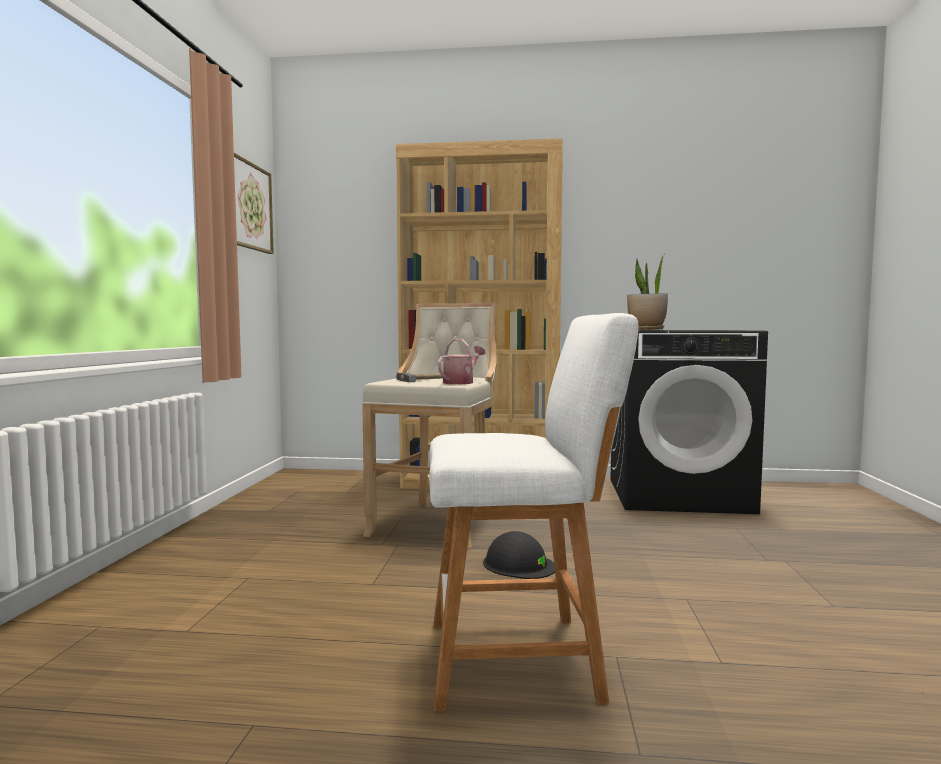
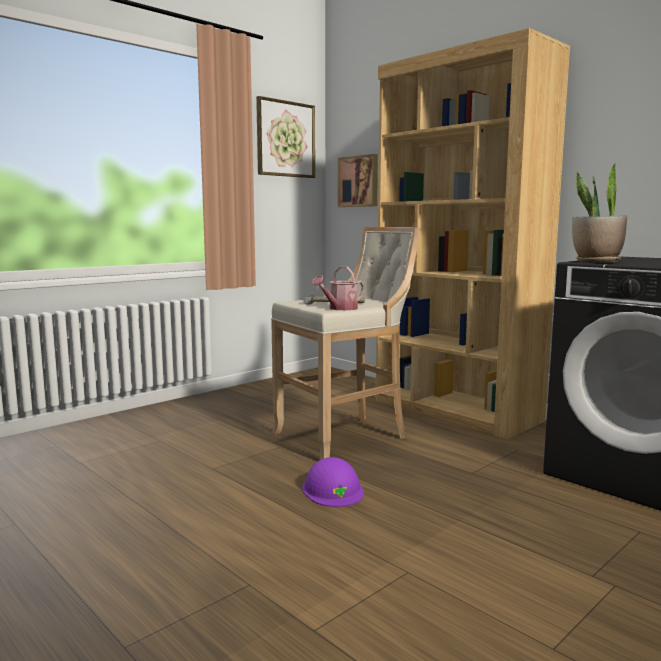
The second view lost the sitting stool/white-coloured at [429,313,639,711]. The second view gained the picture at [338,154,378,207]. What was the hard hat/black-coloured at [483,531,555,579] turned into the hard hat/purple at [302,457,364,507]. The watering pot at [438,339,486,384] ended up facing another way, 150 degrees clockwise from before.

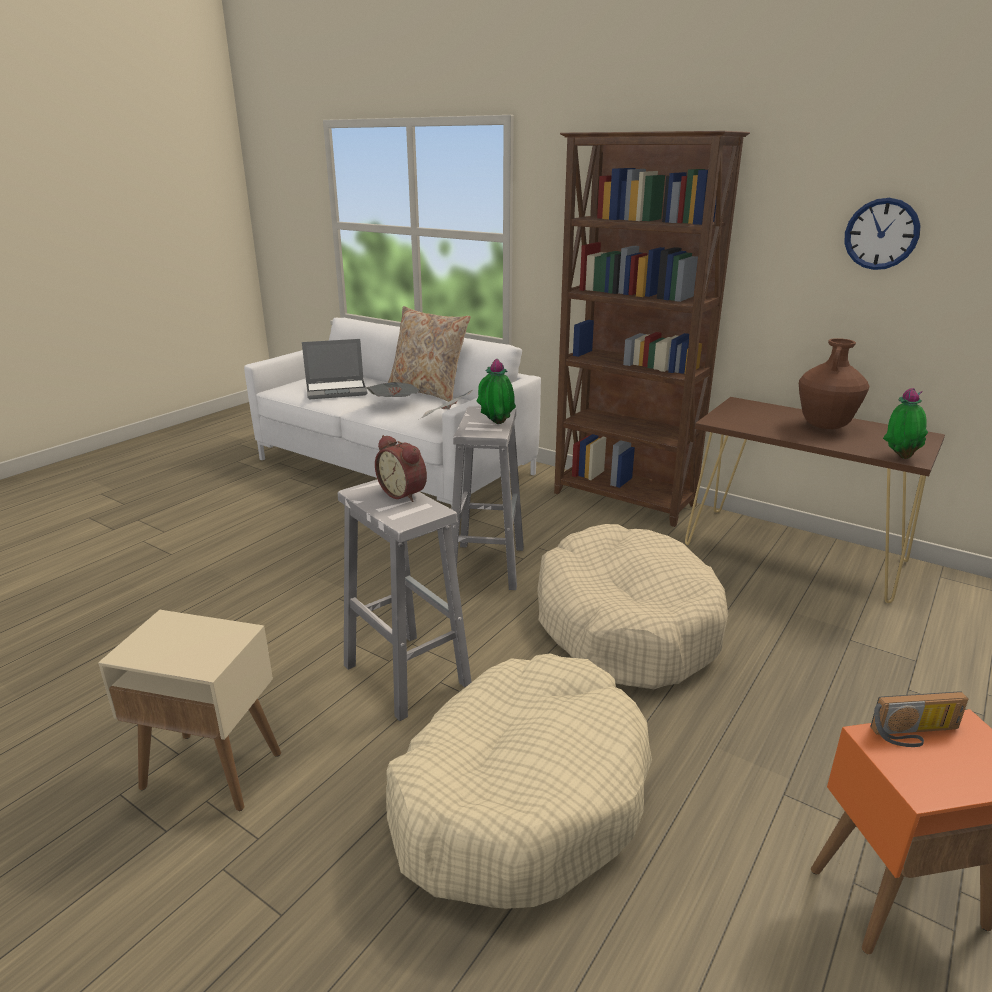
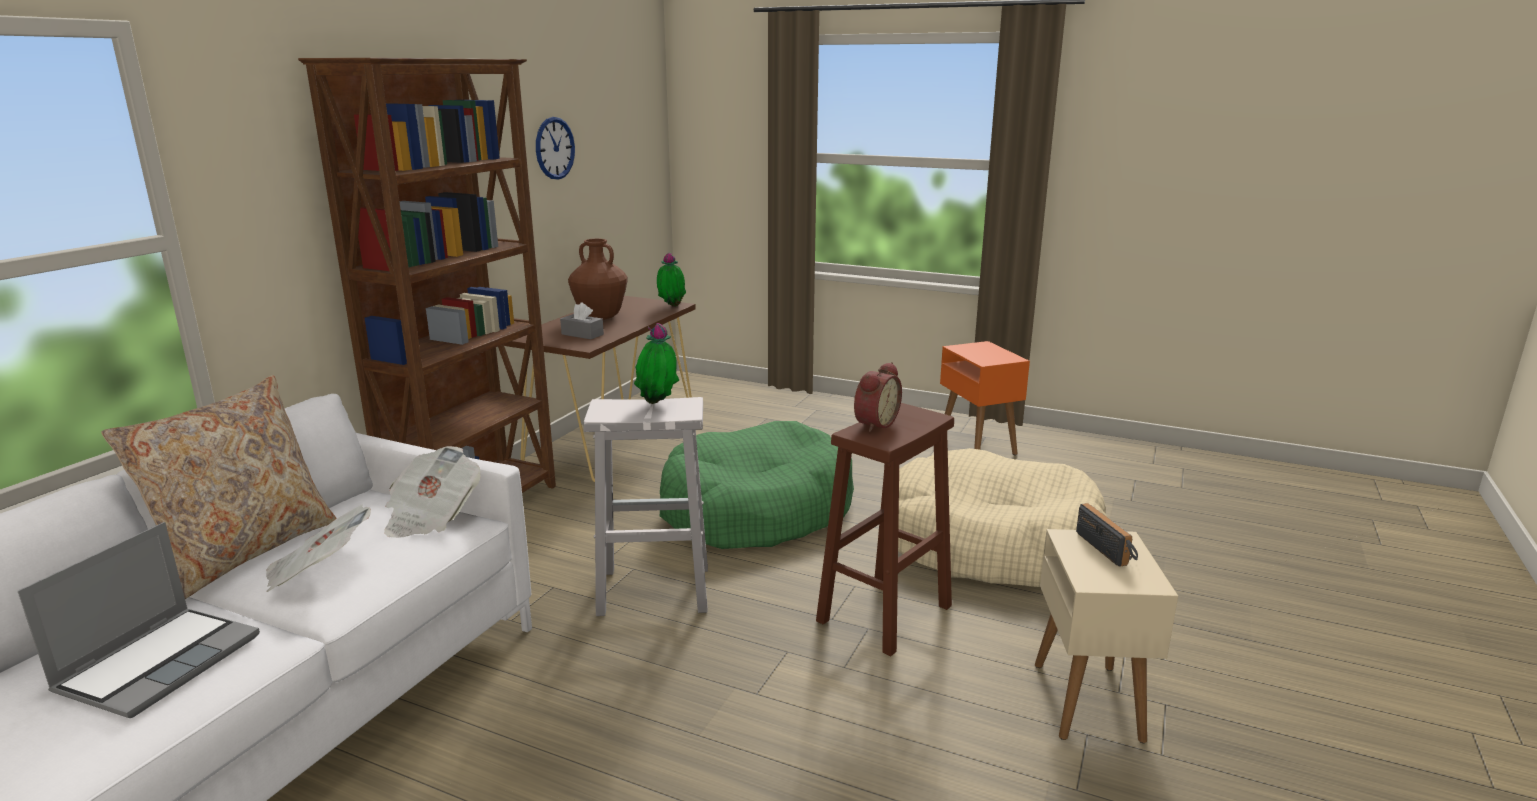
The second view gained the tissue holder/grey at [560,302,604,339]. The radio receiver ended up elsewhere, having gone from [870,691,968,747] to [1076,503,1138,567]. What was the sitting stool/white-coloured at [338,479,471,721] turned into the sitting stool/brown at [816,403,954,656]. What was the pet bed/sand-coloured at [537,524,728,689] turned into the pet bed/green-coloured at [660,421,854,549]. The notebook computer at [302,339,367,399] ended up facing another way, 45 degrees clockwise from before.

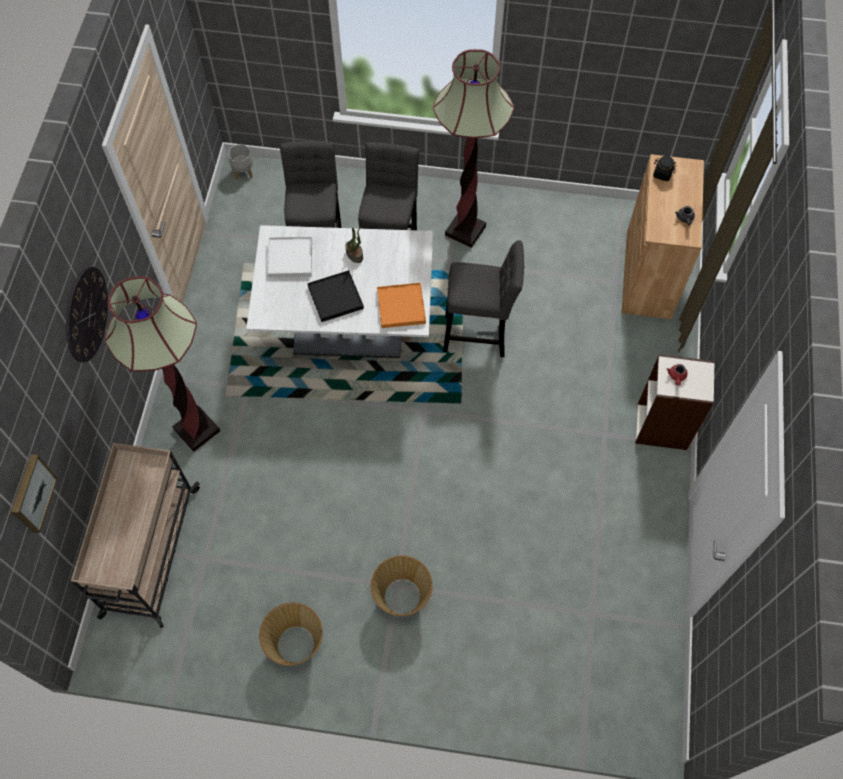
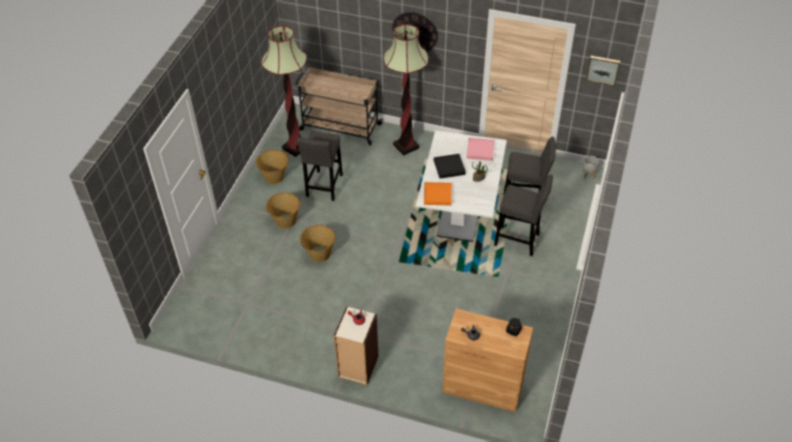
The second view gained the storage basket at [300,225,335,262]. The picture ended up elsewhere, having gone from [11,454,57,533] to [586,56,620,86]. The standard lamp ended up elsewhere, having gone from [433,49,514,248] to [261,25,307,157]. The sitting stool/grey ended up elsewhere, having gone from [443,240,524,357] to [297,131,343,201]. What was the serving tray/white-coloured at [267,237,312,277] turned into the serving tray/pinkish at [466,138,494,161].

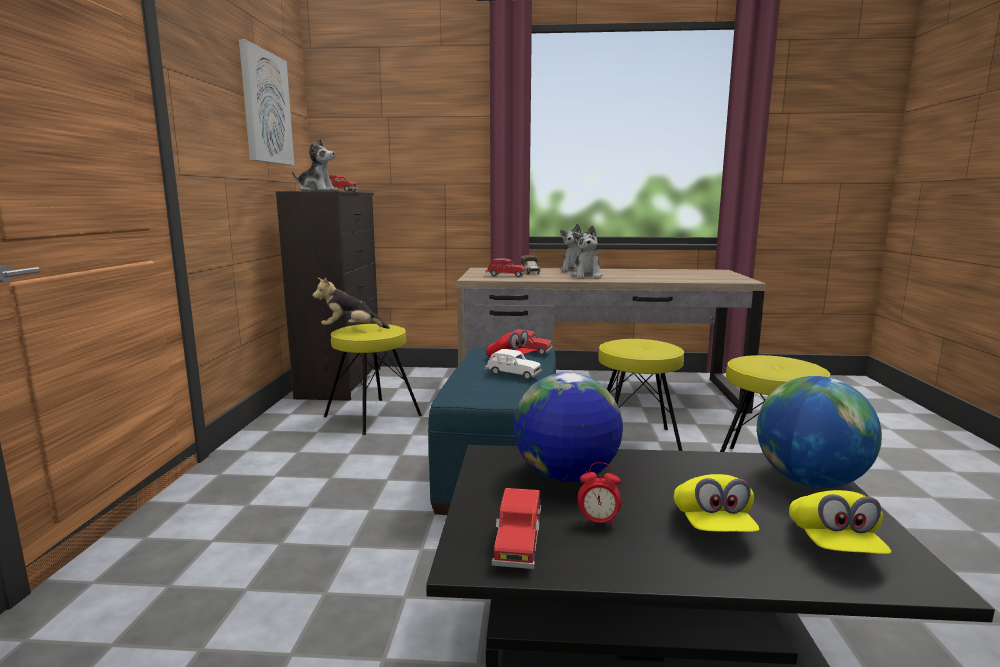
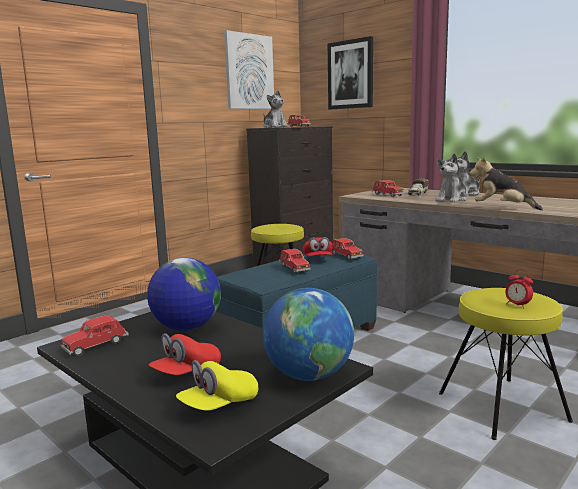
The second view lost the sitting stool/yellow-coloured at [598,339,684,451]. The second view gained the picture at [328,36,373,109]. The cuddly toy ended up elsewhere, having gone from [313,278,390,329] to [469,156,543,210]. The alarm clock ended up elsewhere, having gone from [578,462,621,529] to [505,269,533,309]. What was the toy car/white-coloured at [484,349,542,380] turned into the toy car/red-coloured at [279,249,311,273]. What was the peaked cap/yellow-coloured at [674,474,759,532] turned into the peaked cap/red-coloured at [149,333,221,375].

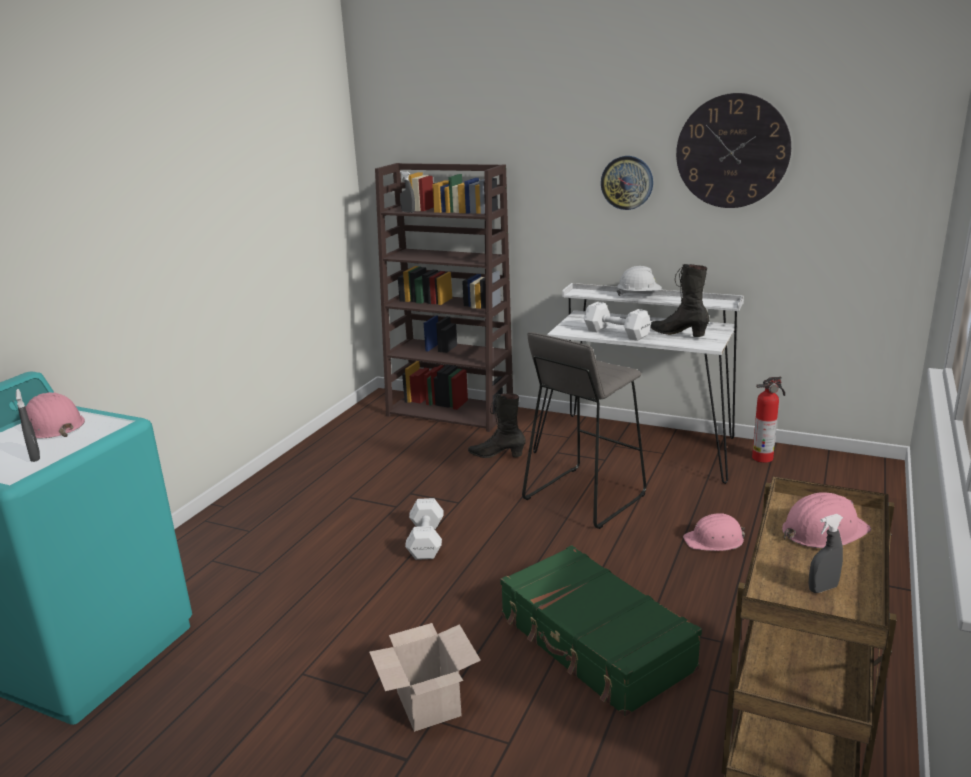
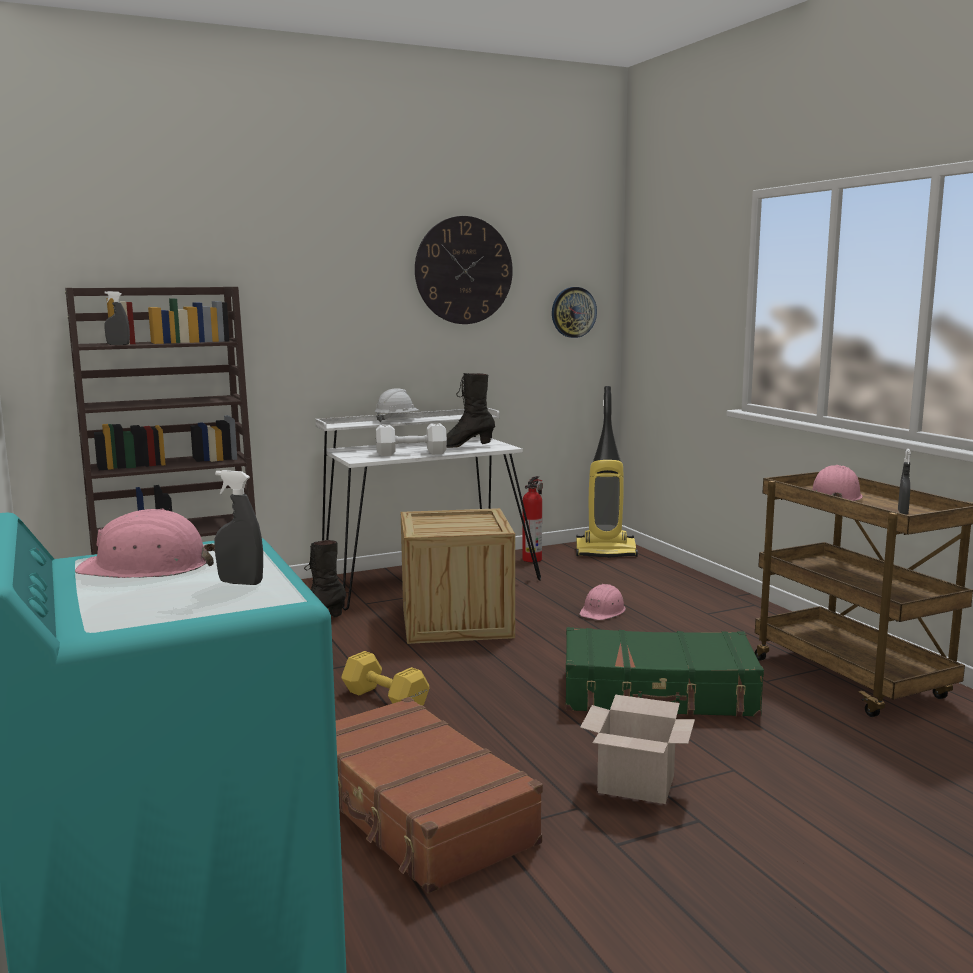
The second view gained the suitcase/brown at [336,697,543,893]. The second view gained the hoover at [576,386,638,558]. The clock on the wall ended up elsewhere, having gone from [601,156,653,210] to [552,287,597,338]. Where the sitting stool/grey stood at [522,332,646,529], the shipping crate came to stand at [401,508,515,644]. What was the hand weight/white-coloured at [405,498,444,560] turned into the hand weight/yellow-coloured at [341,651,429,705].

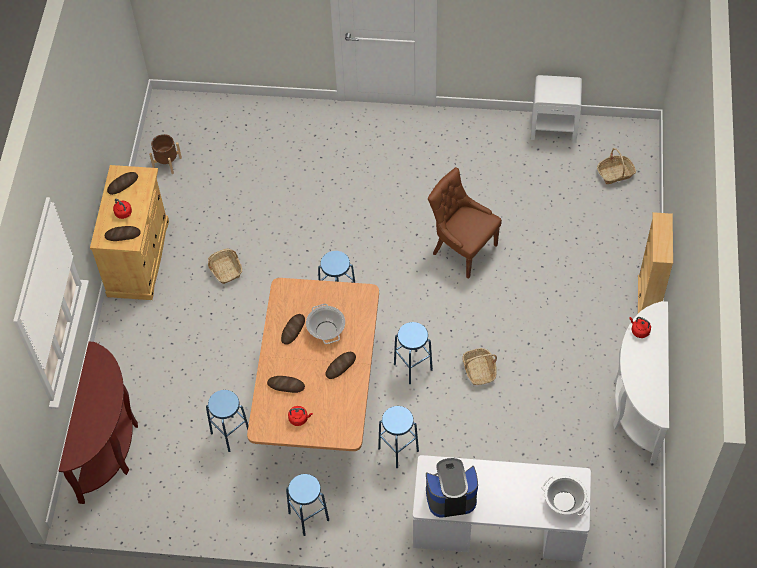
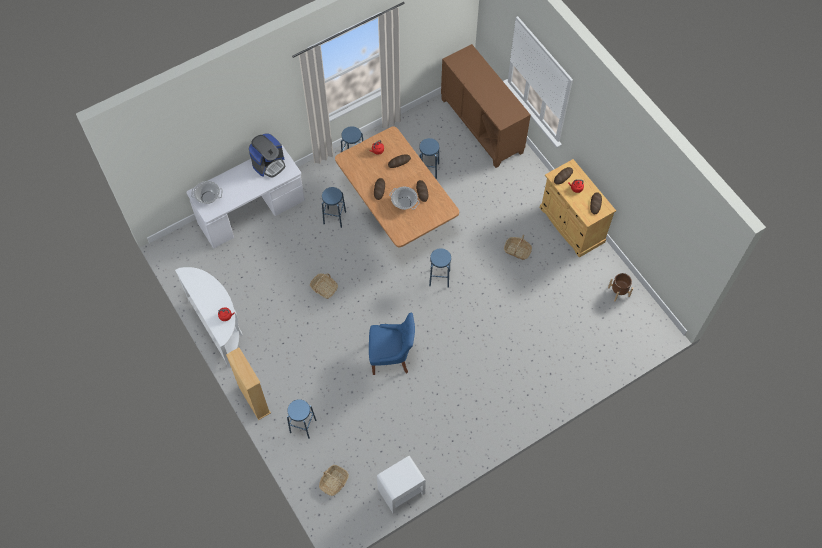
The sitting stool/bluish ended up elsewhere, having gone from [394,322,433,384] to [287,399,317,439]. Where the narrow table/brown stood at [59,342,138,504], the cupboard/brown came to stand at [441,44,531,168]. What was the plain chair/brown at [428,167,502,279] turned into the plain chair/bluish at [369,313,415,375].

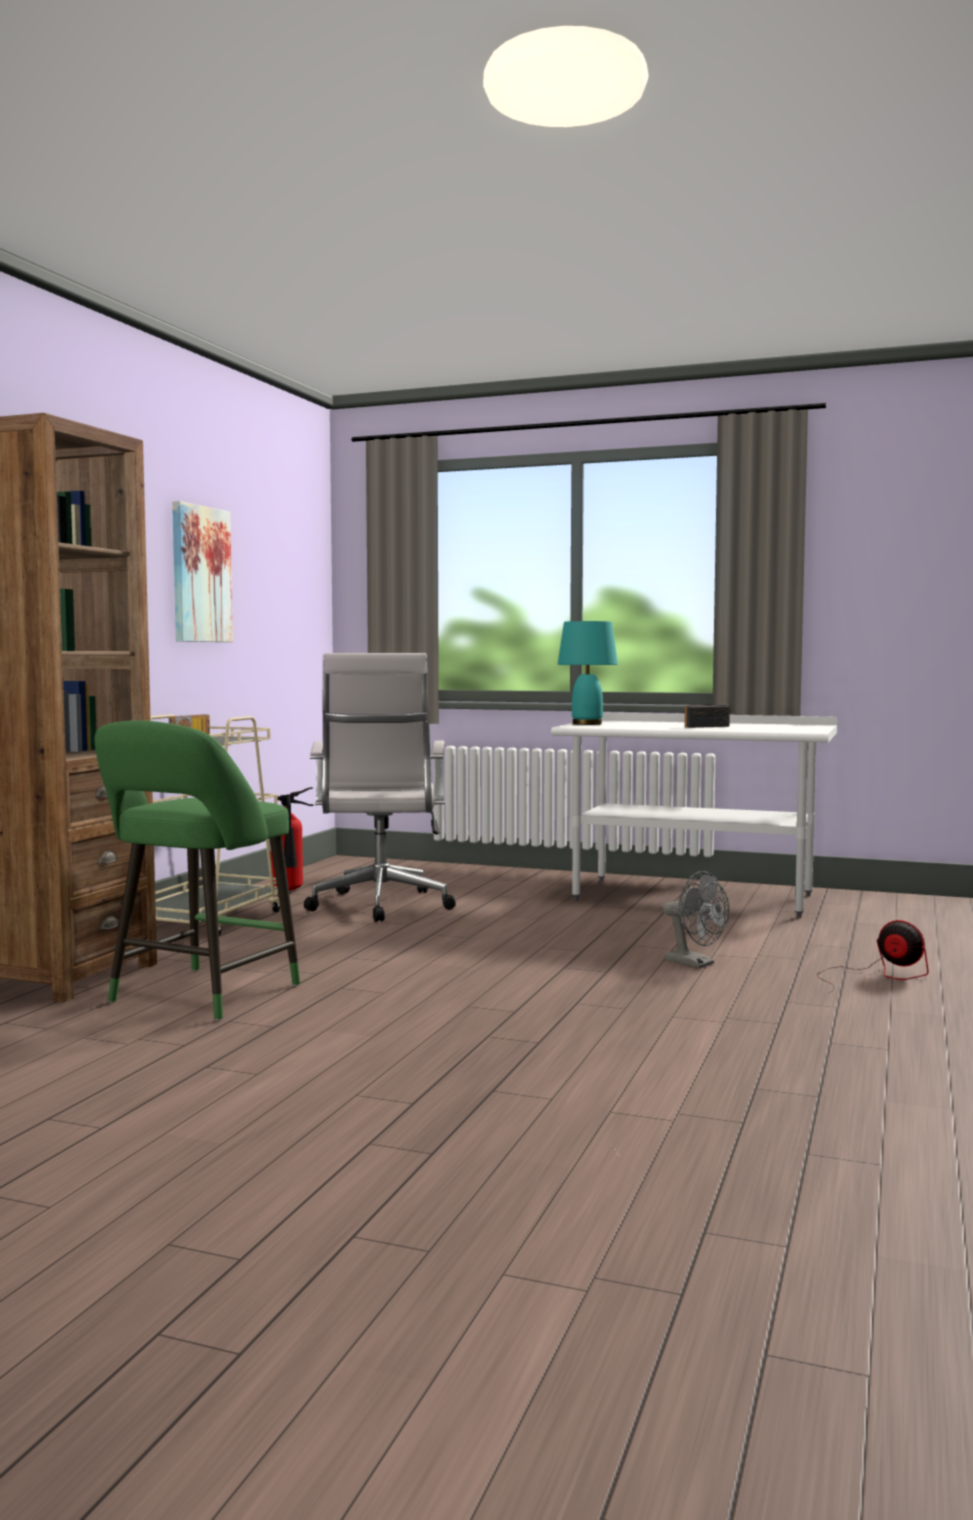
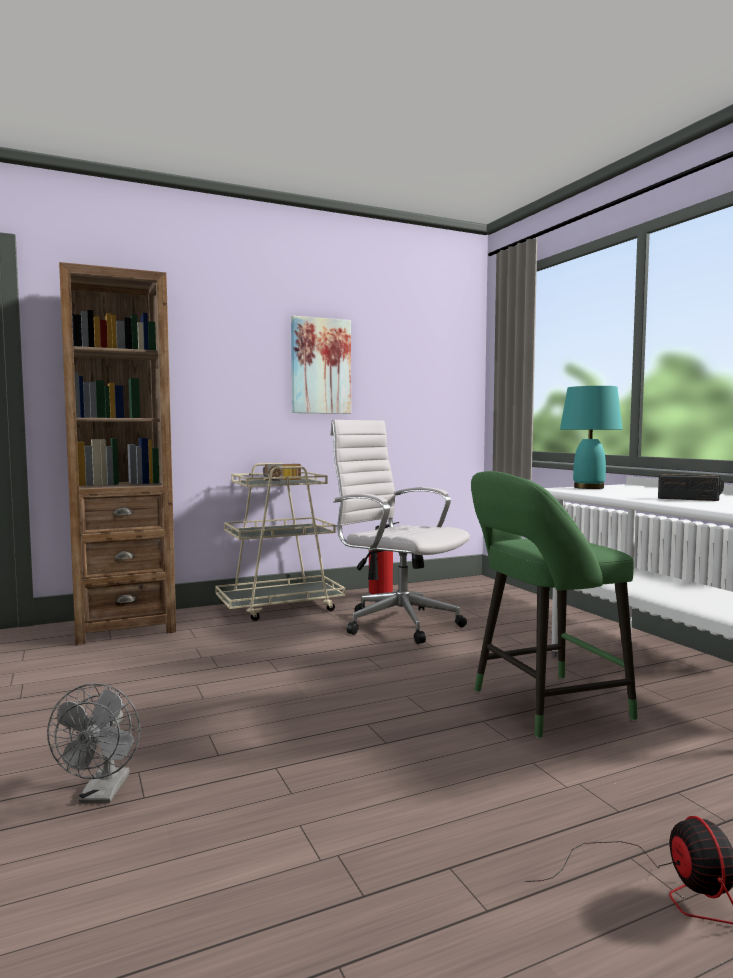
The sitting stool/green-coloured ended up elsewhere, having gone from [95,720,300,1021] to [471,471,638,738]. The electric fan/grey ended up elsewhere, having gone from [663,871,729,968] to [47,683,141,803]. The computer chair/white-coloured at [304,653,456,922] ended up facing another way, 90 degrees clockwise from before.

